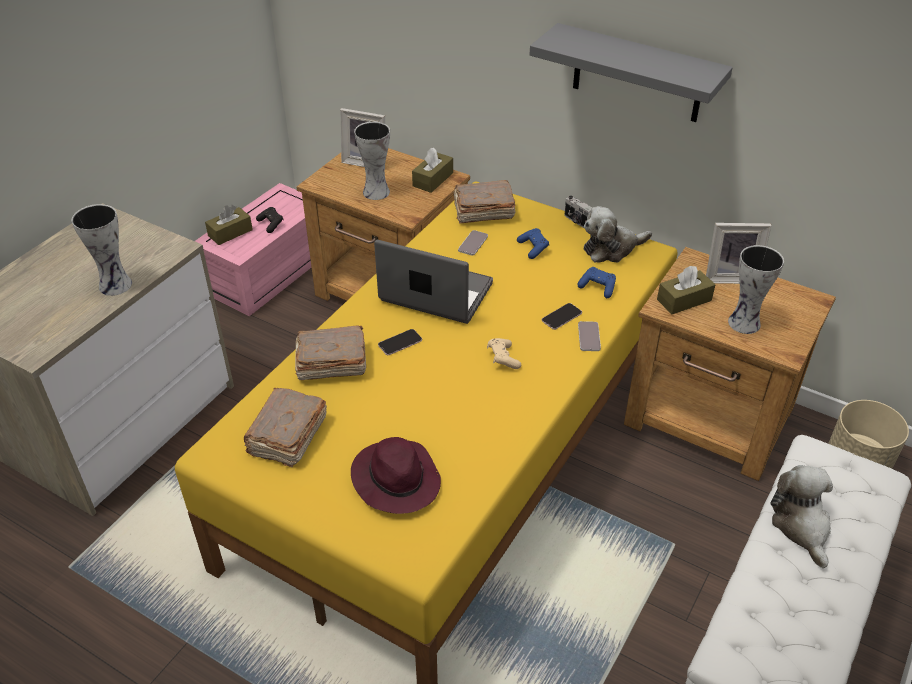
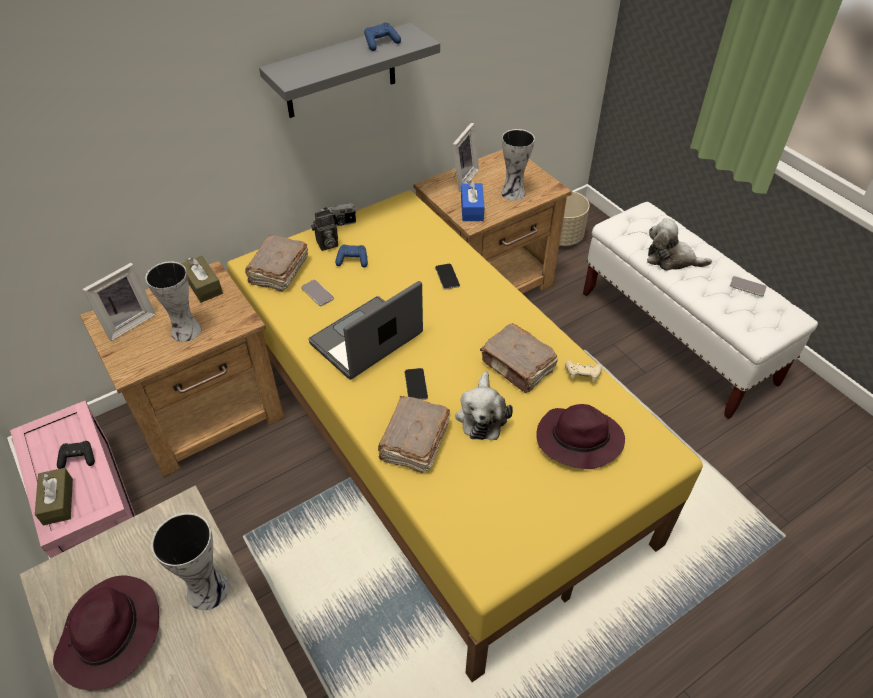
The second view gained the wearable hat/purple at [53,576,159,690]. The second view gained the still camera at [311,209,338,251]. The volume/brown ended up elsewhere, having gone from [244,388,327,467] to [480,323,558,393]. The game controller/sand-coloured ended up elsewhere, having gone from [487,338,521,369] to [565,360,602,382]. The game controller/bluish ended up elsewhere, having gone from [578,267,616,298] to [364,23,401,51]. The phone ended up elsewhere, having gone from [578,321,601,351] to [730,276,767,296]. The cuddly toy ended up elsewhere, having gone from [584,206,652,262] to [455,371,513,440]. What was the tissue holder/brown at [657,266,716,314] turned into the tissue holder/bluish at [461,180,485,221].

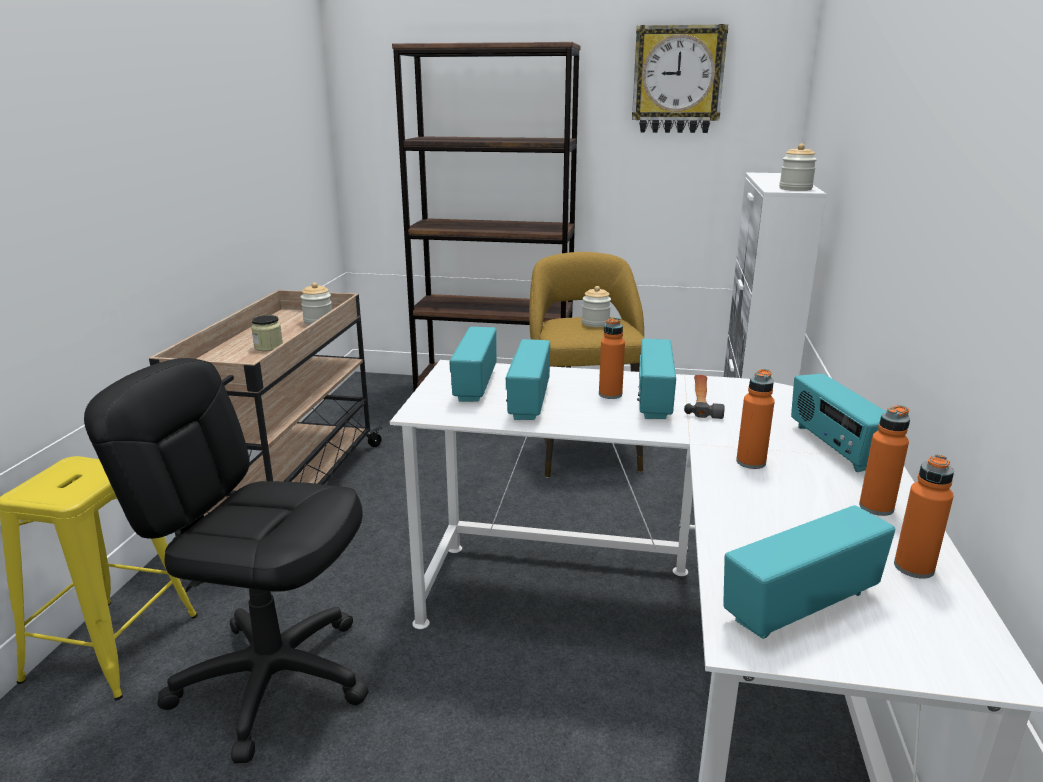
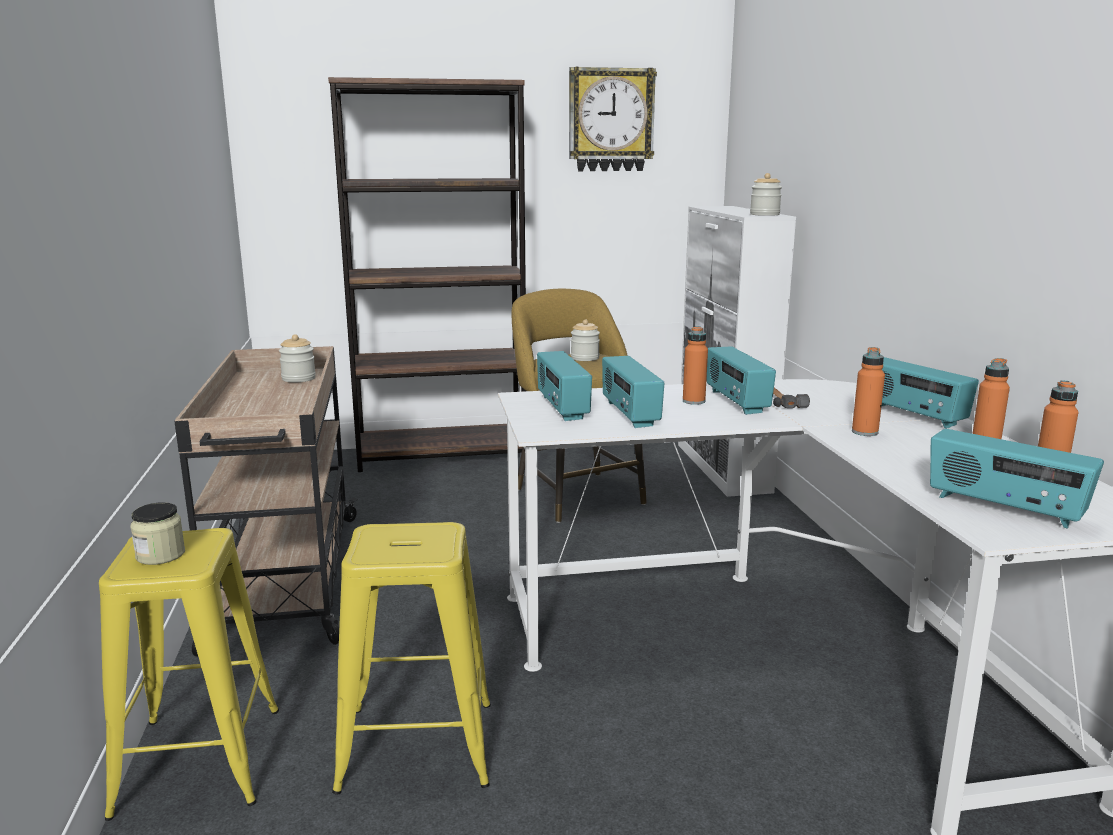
The jar ended up elsewhere, having gone from [251,315,283,351] to [130,502,185,565]. Where the computer chair/black-coloured stood at [84,358,369,764], the sitting stool/yellow-coloured came to stand at [332,522,491,794]. The radio receiver at [723,505,895,639] ended up facing another way, 90 degrees counterclockwise from before.

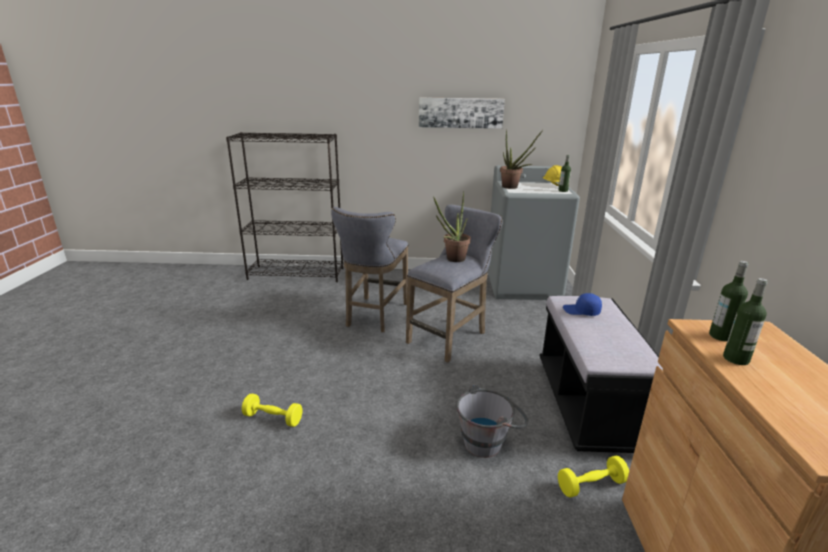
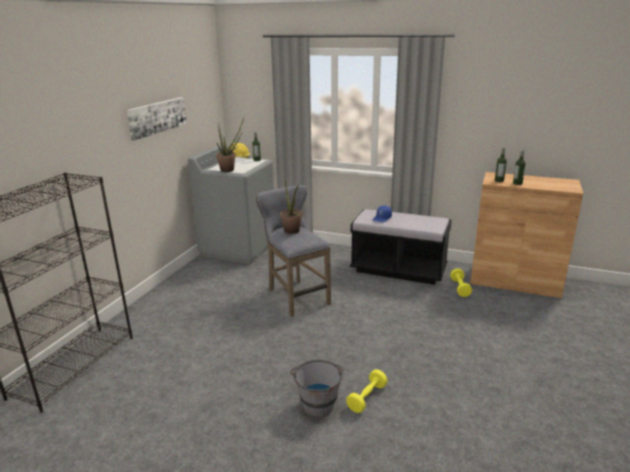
The second view lost the sitting stool/grey at [331,207,408,332]. The pail/grey ended up elsewhere, having gone from [456,384,528,458] to [290,360,344,417].

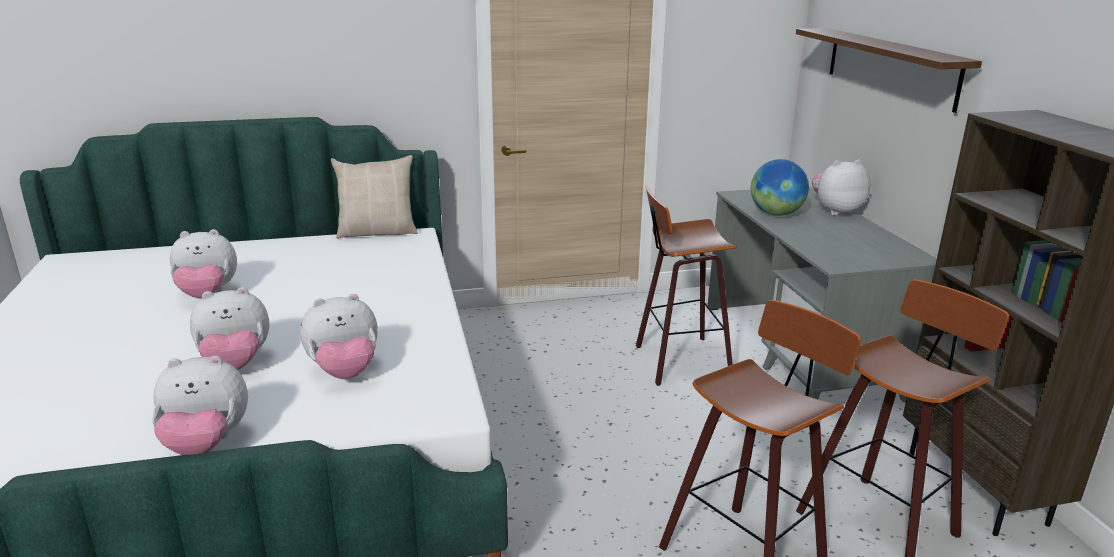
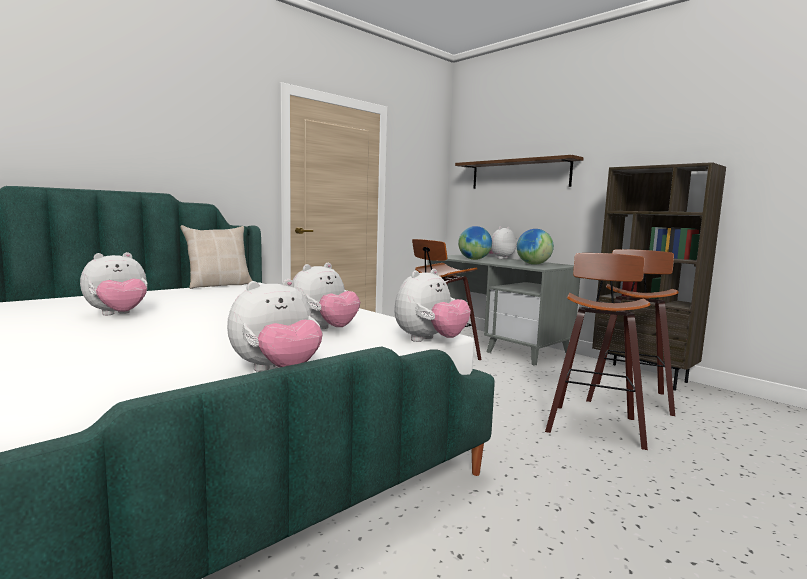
The second view gained the world globe at [517,229,554,265]. The cuddly toy ended up elsewhere, having gone from [190,287,269,370] to [394,269,471,342].

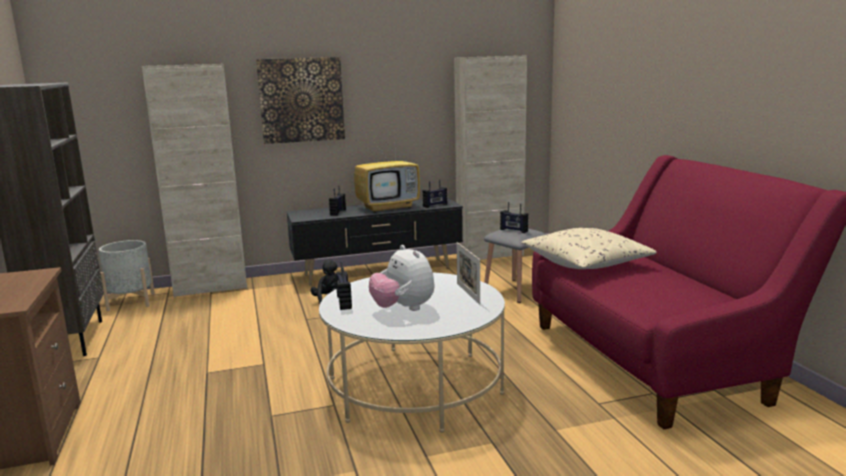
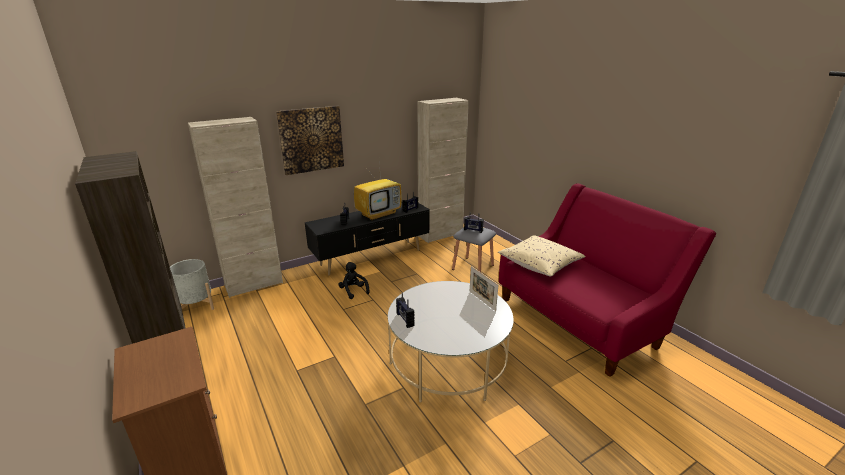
The second view lost the cuddly toy at [369,245,434,311].

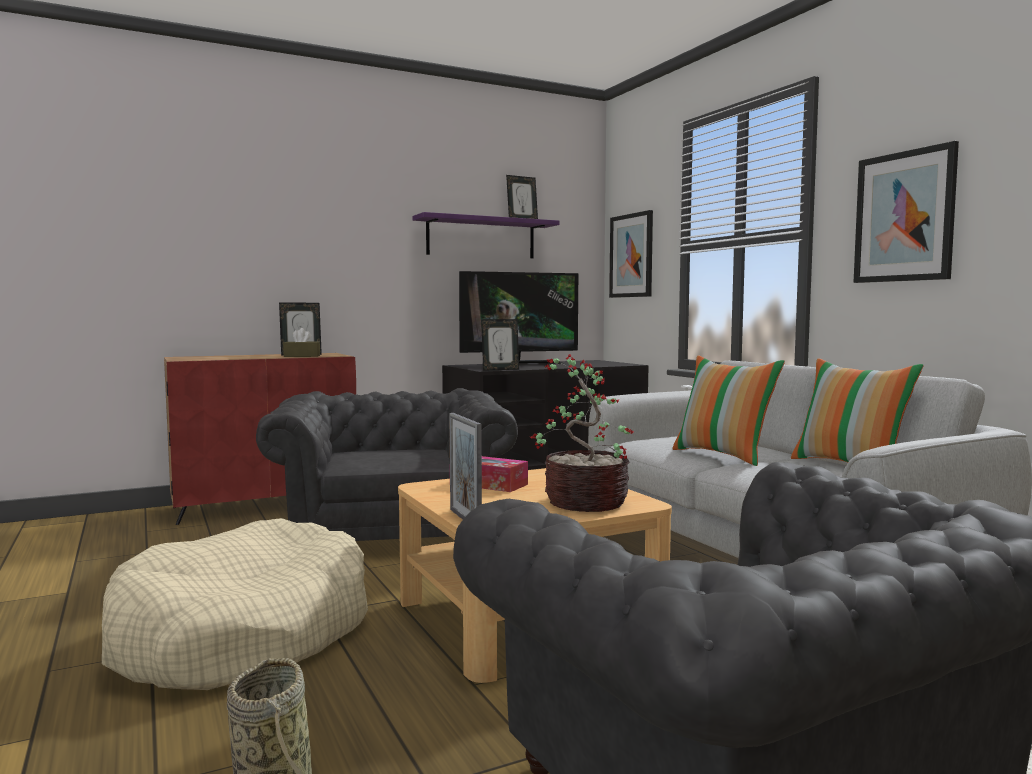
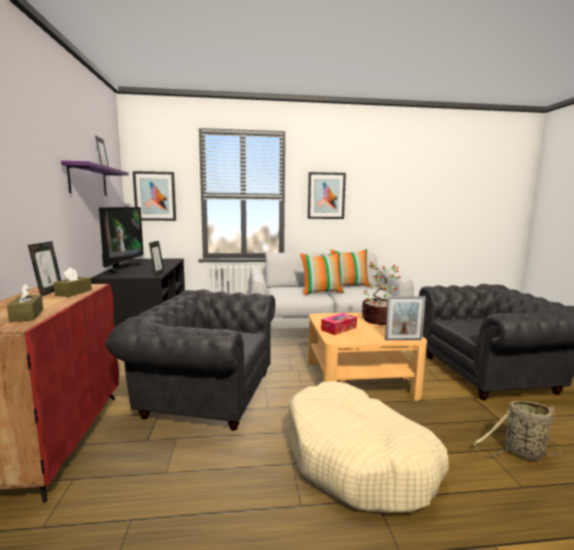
The second view gained the tissue holder/brown at [7,284,43,322].

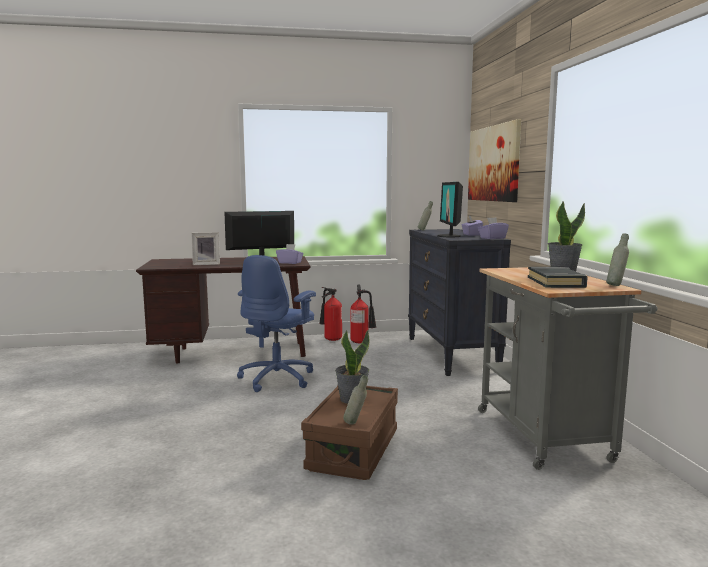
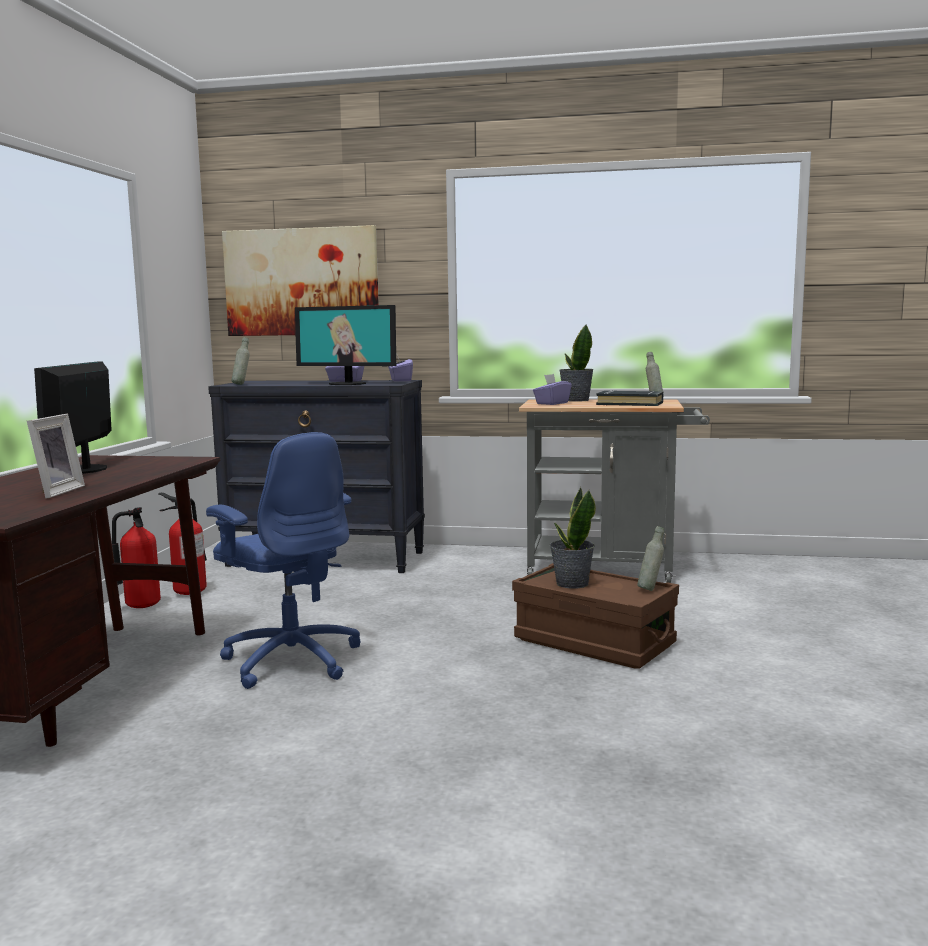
The tissue holder/purple ended up elsewhere, having gone from [276,244,303,264] to [533,374,571,405].

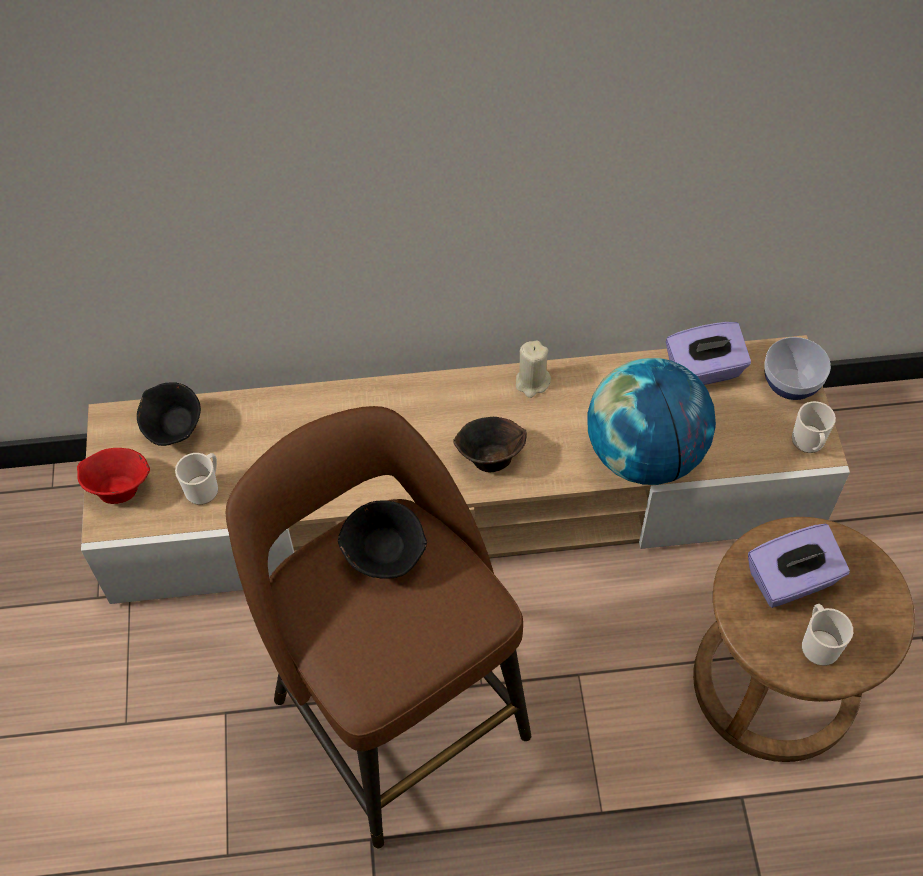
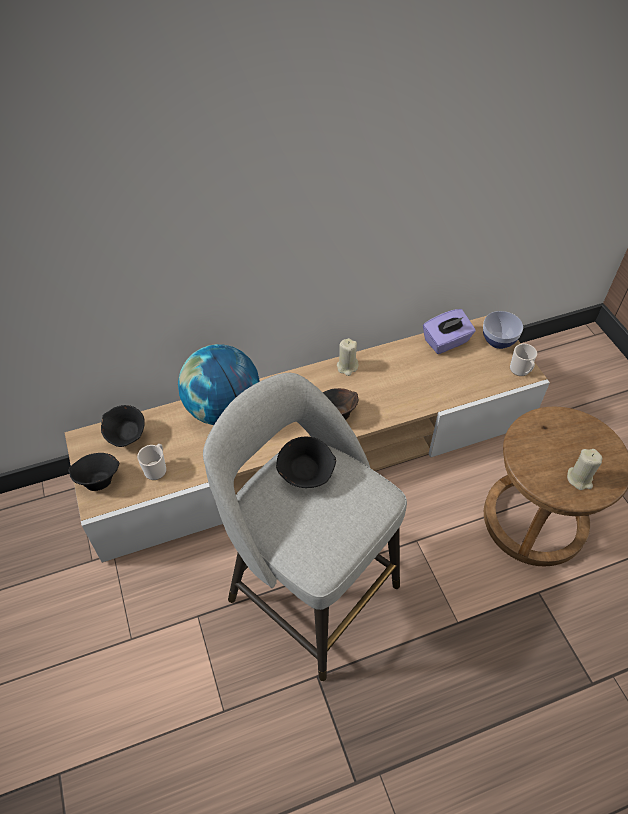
The second view lost the tissue holder/purple at [748,523,850,608]. The world globe ended up elsewhere, having gone from [587,358,716,485] to [178,344,260,425]. Where the tea mug stood at [802,604,853,666], the candle/sand-coloured came to stand at [567,449,602,490]. What was the bowl/red-coloured at [77,448,150,504] turned into the bowl/black-coloured at [68,453,119,491]. What was the sitting stool/brown at [226,406,531,848] turned into the sitting stool/grey at [203,373,407,681].

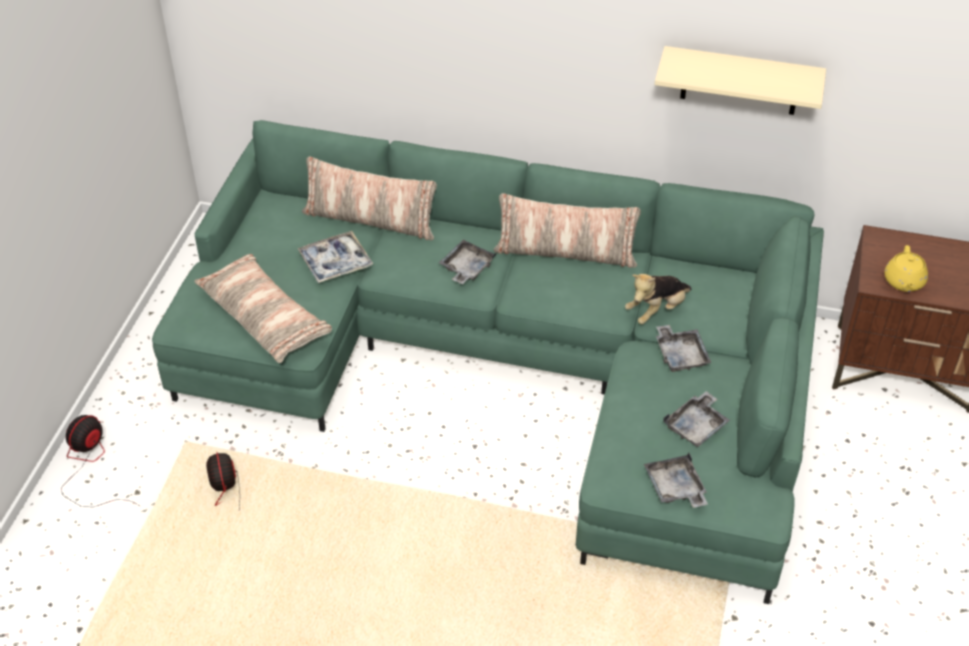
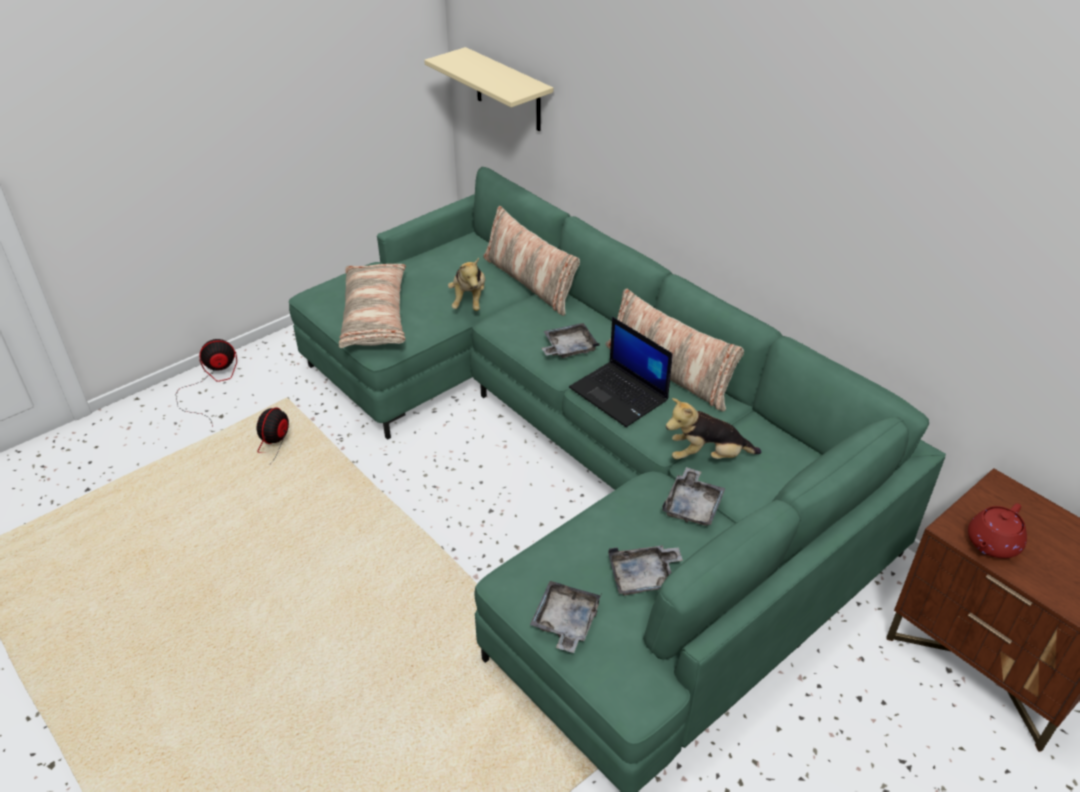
The second view gained the notebook computer at [569,317,673,427]. The shelf/sand-coloured ended up elsewhere, having gone from [655,46,826,115] to [424,47,553,131]. Where the serving tray stood at [298,231,373,283], the cuddly toy came to stand at [448,258,485,311]. What was the pot for tea/yellow-coloured at [884,245,928,292] turned into the pot for tea/red-coloured at [968,503,1027,558].

